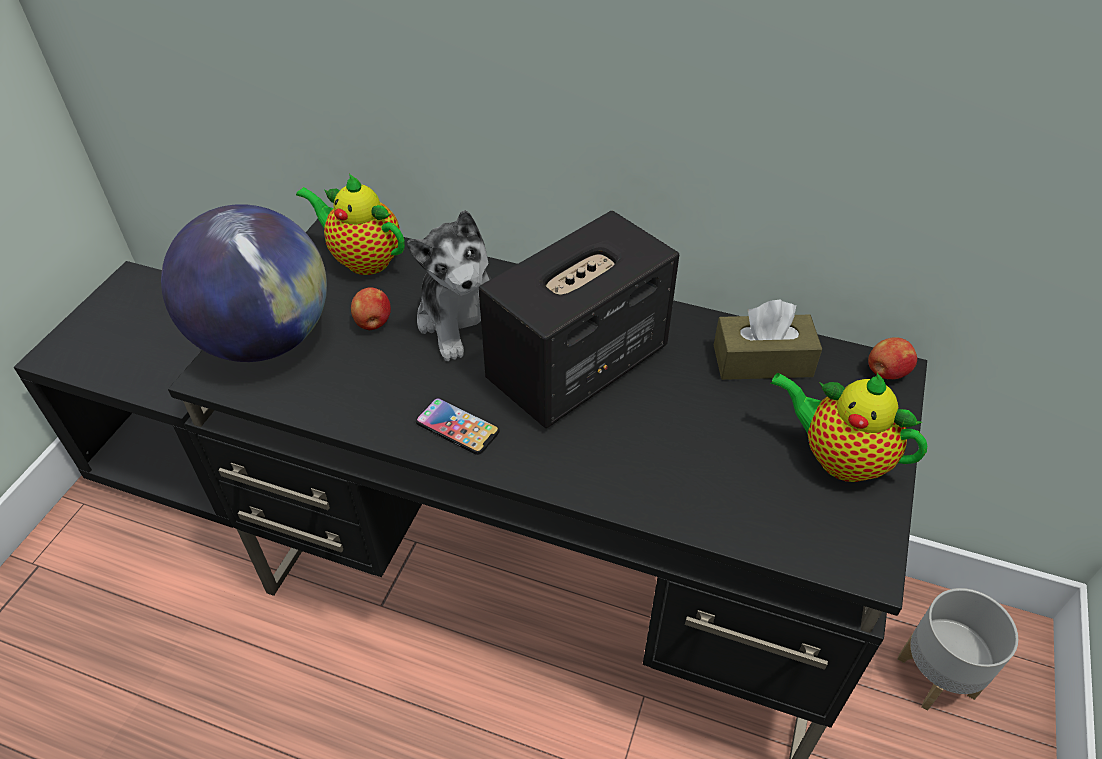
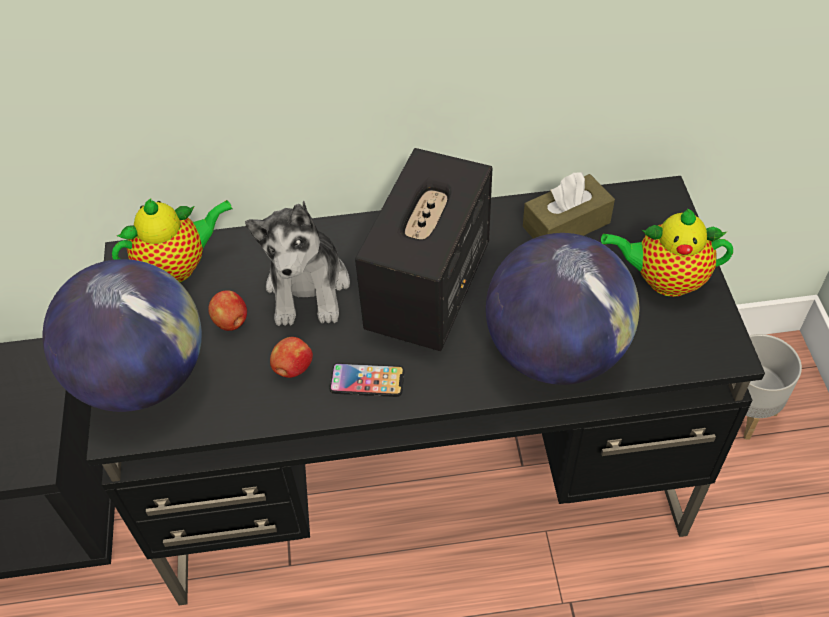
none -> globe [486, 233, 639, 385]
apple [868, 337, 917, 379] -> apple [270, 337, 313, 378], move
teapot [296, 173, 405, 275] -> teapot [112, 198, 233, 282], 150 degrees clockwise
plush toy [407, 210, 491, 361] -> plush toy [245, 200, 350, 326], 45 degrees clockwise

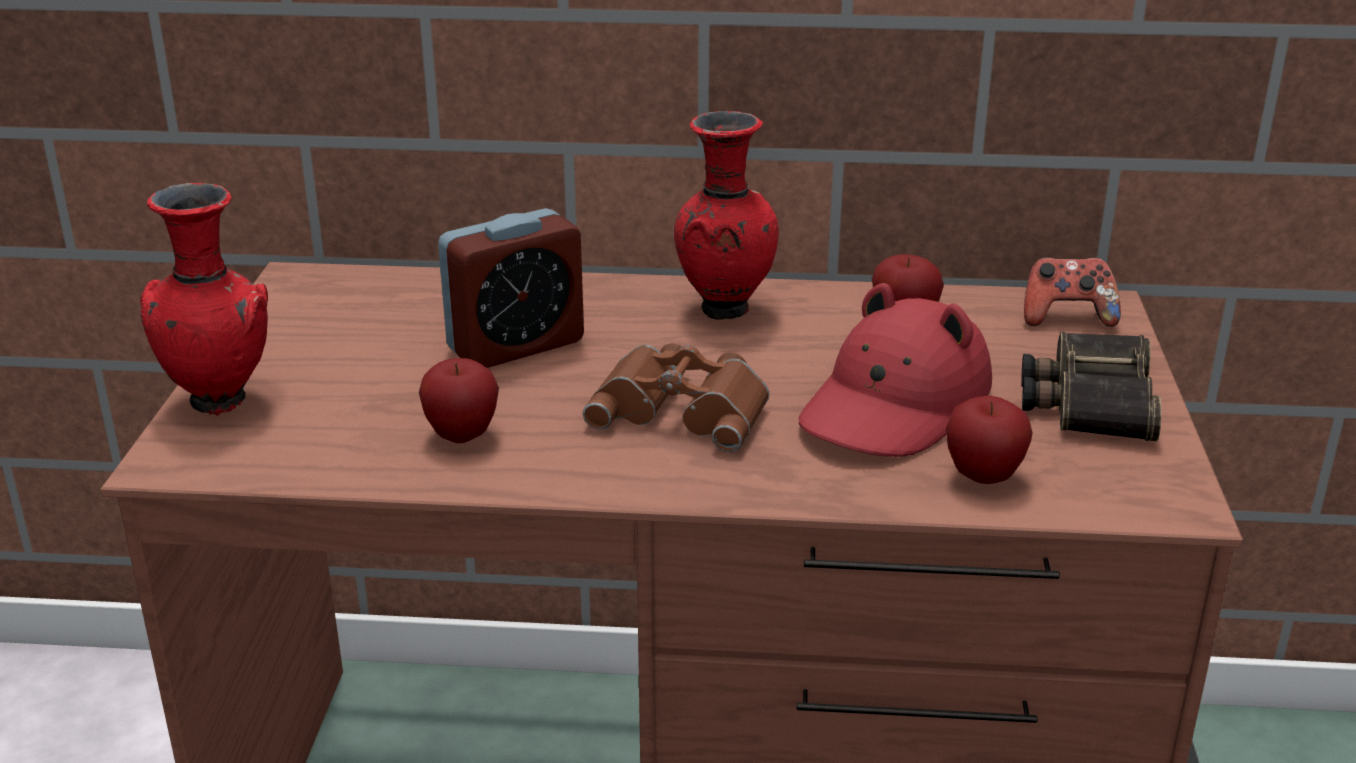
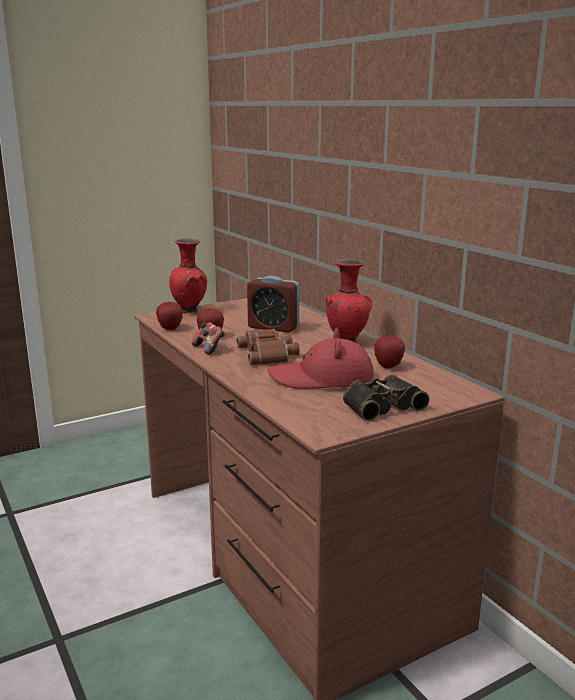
apple [946, 395, 1032, 484] -> apple [156, 302, 183, 330], move
game controller [1024, 257, 1121, 327] -> game controller [192, 322, 225, 355], move

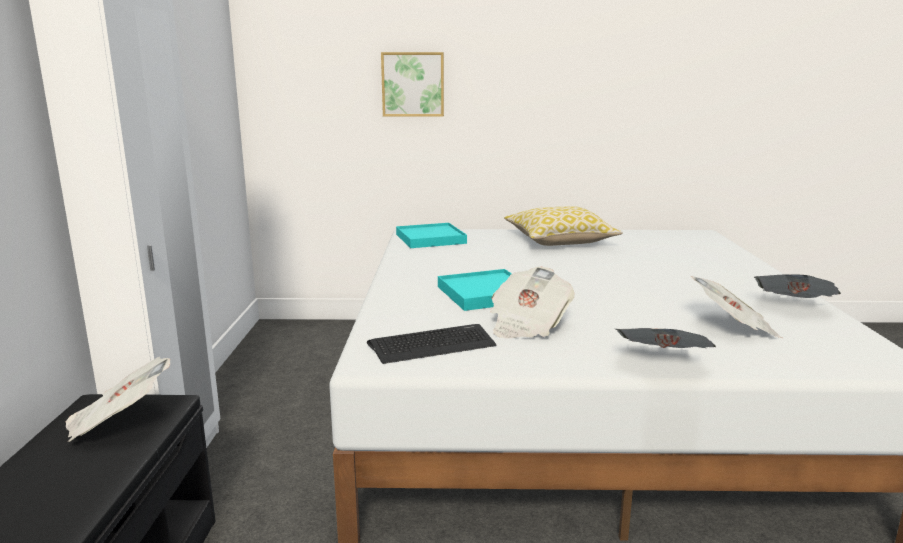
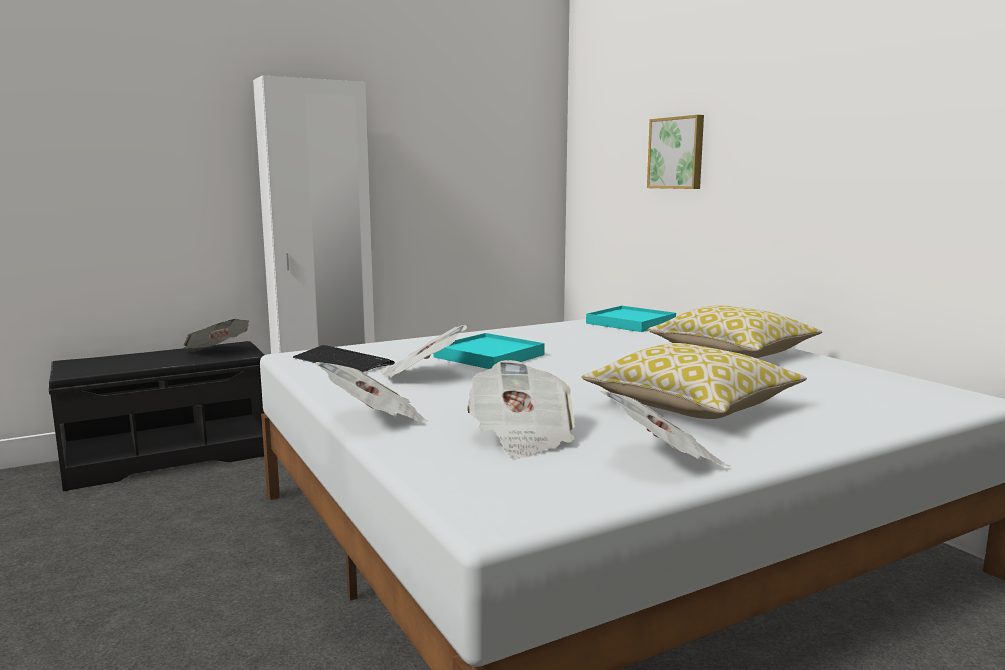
none -> pillow [581, 343, 807, 419]

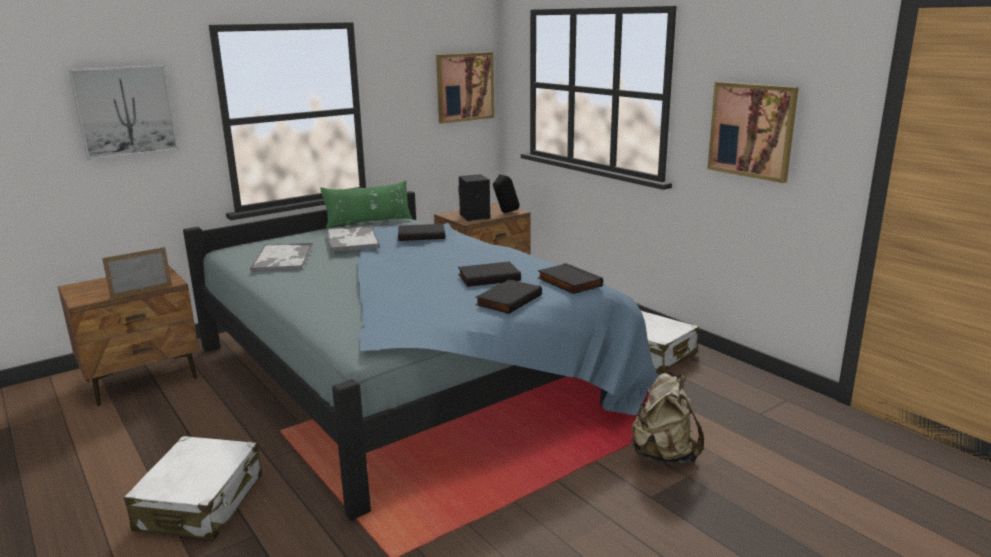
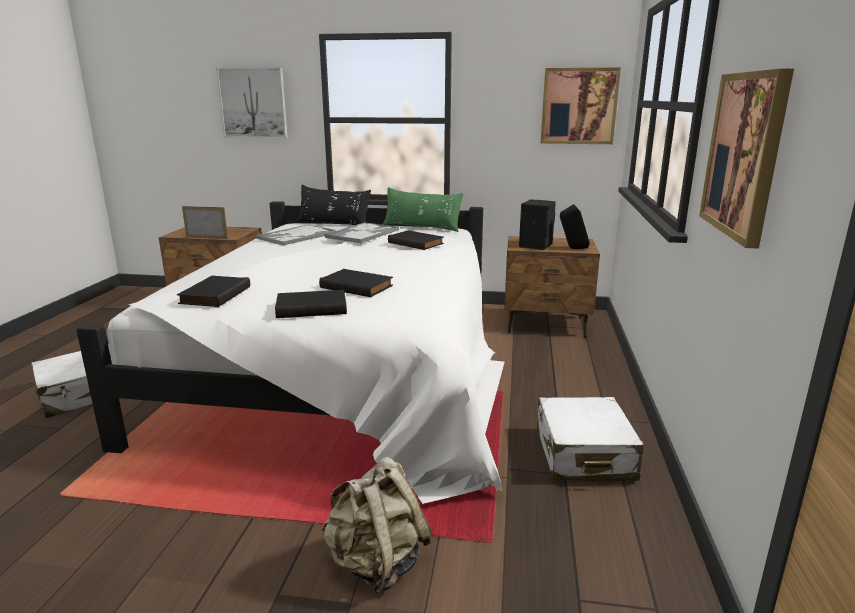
none -> black pillow [297, 185, 371, 225]
black book [538, 263, 603, 294] -> black book [177, 276, 250, 307], move
blue bed [183, 191, 657, 521] -> white bed [76, 201, 504, 504]

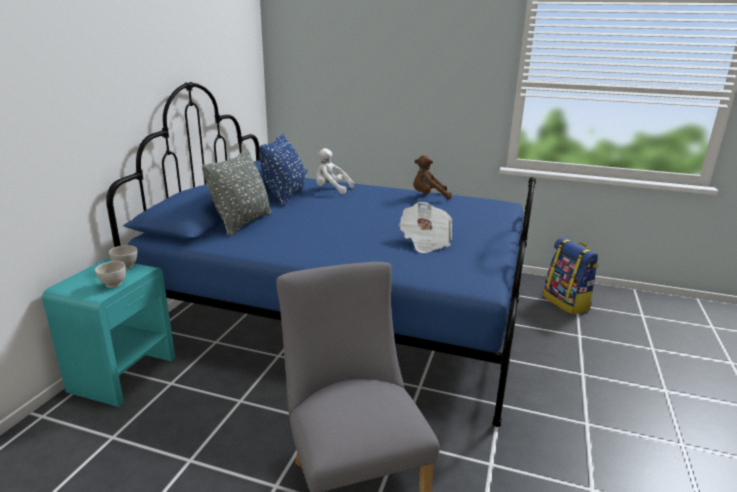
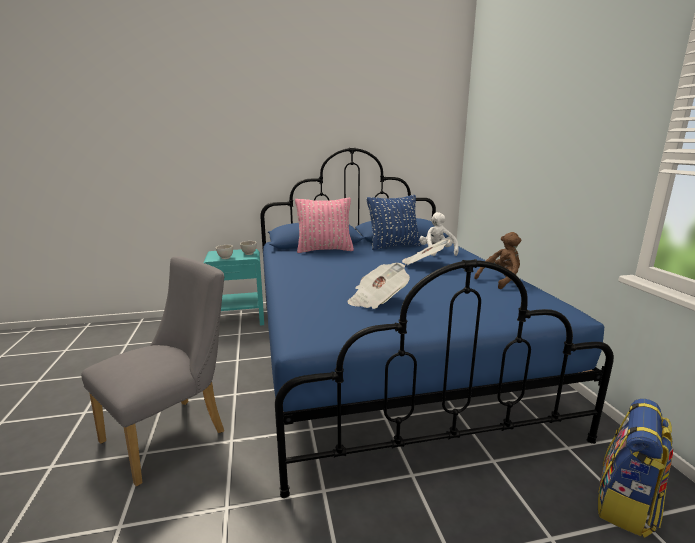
none -> newspaper [402, 239, 450, 265]
grey pillow [202, 150, 272, 236] -> pink pillow [295, 198, 354, 253]
brown plush toy [413, 155, 452, 200] -> brown plush toy [474, 232, 522, 289], 90 degrees clockwise

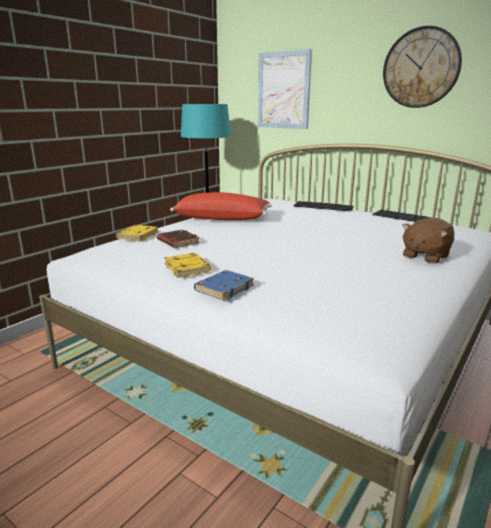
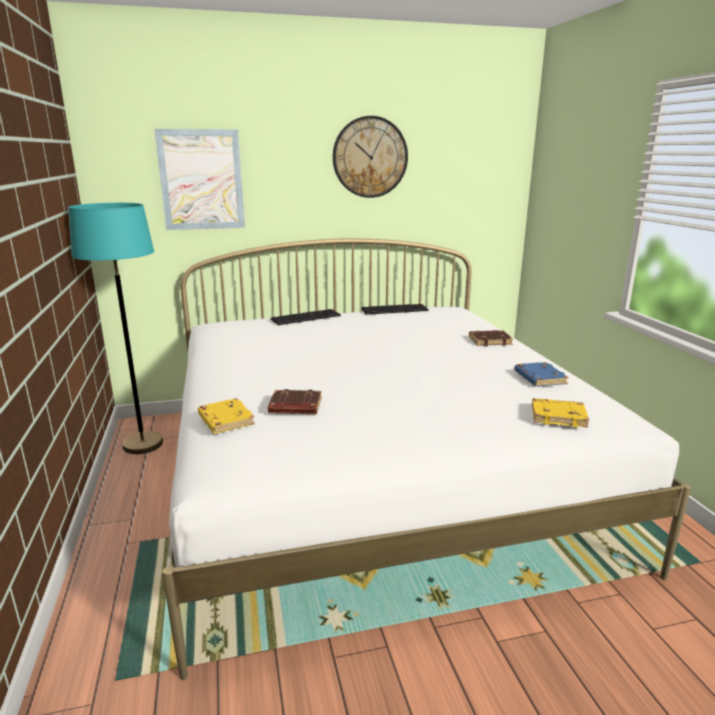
red pillow [170, 192, 272, 220] -> none
yellow book [164, 253, 212, 278] -> yellow book [532, 398, 589, 428], move
blue book [194, 270, 254, 301] -> blue book [514, 362, 569, 387], move
brown plush toy [402, 218, 454, 264] -> brown book [469, 330, 513, 346]

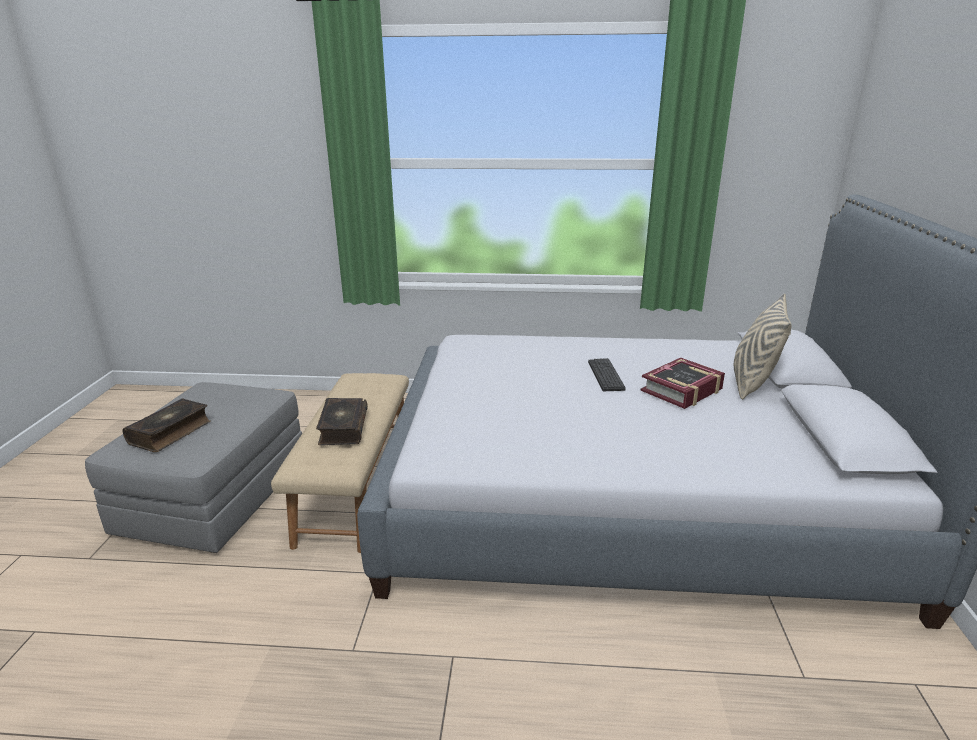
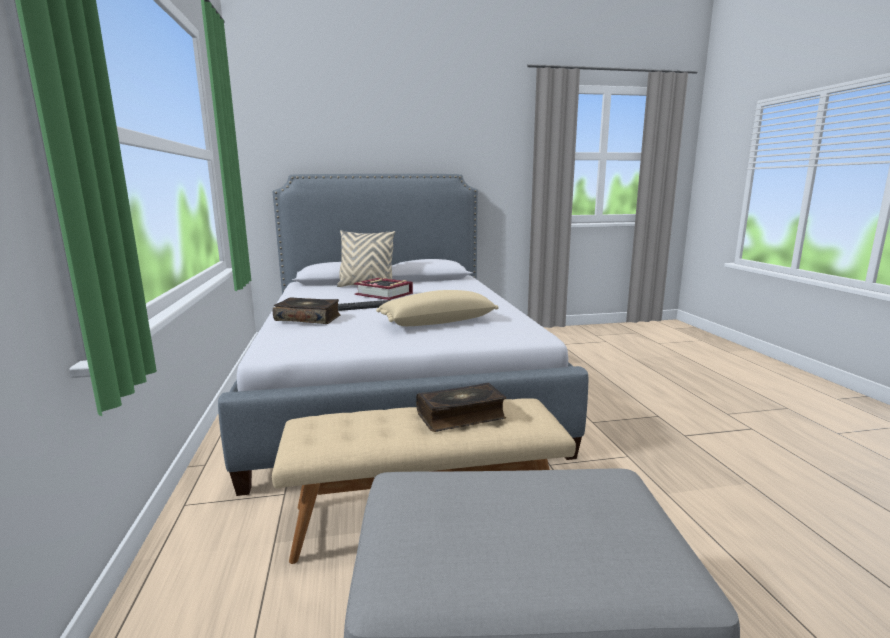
none -> beige pillow [376, 290, 499, 326]
book [123, 399, 211, 452] -> book [273, 297, 340, 324], move

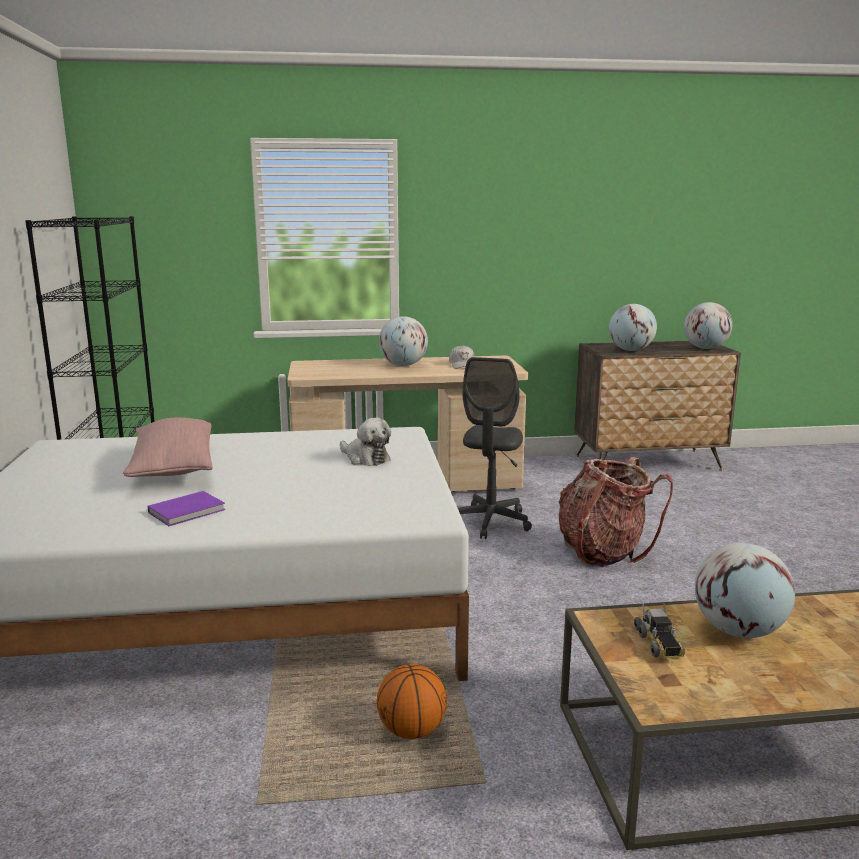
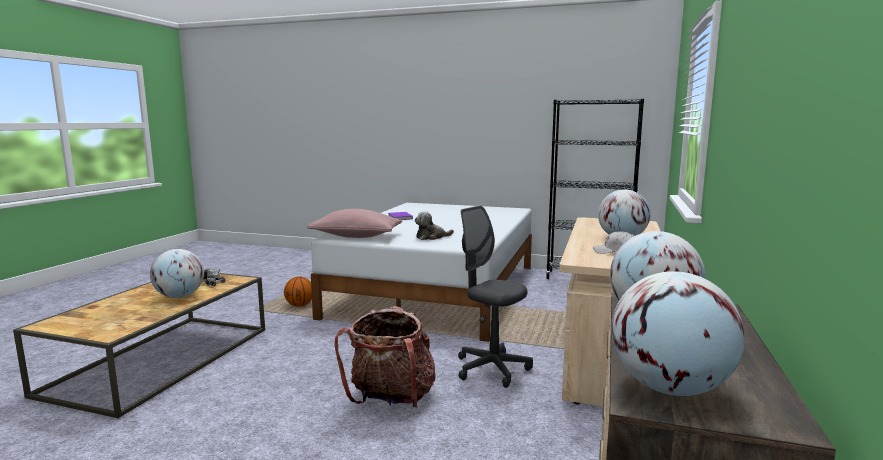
pink pillow [123, 417, 213, 477] -> pink pillow [307, 209, 402, 238], move

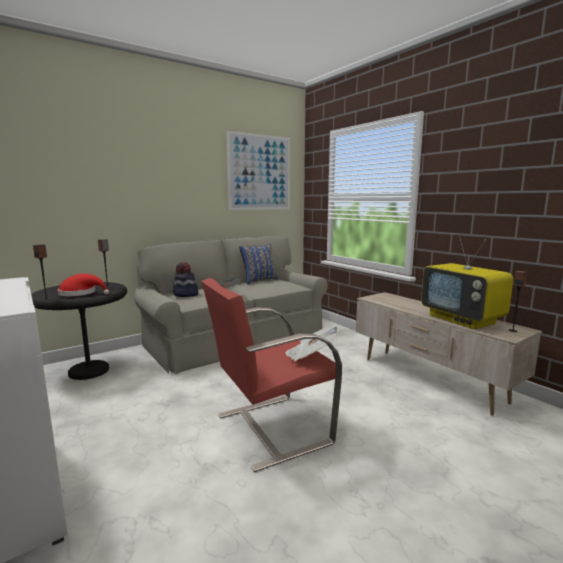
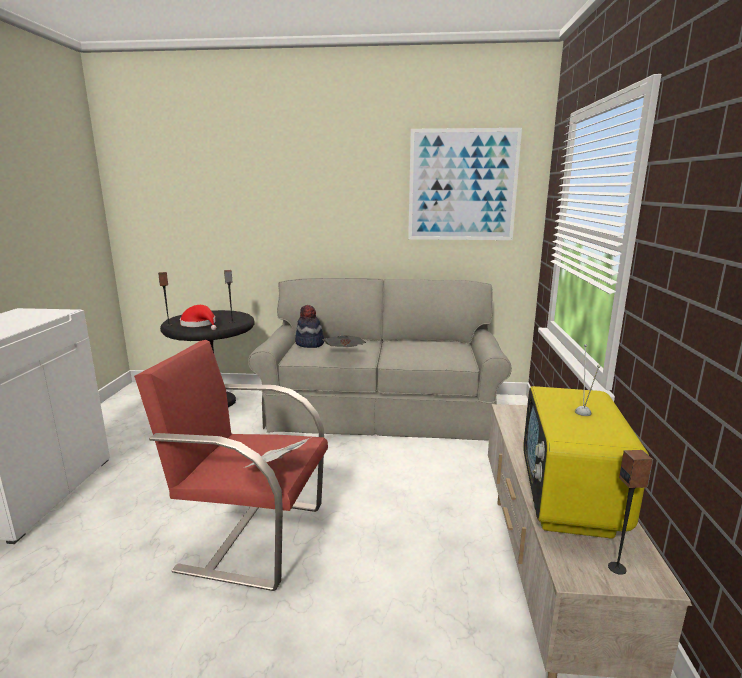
blue pillow [239, 244, 278, 284] -> none

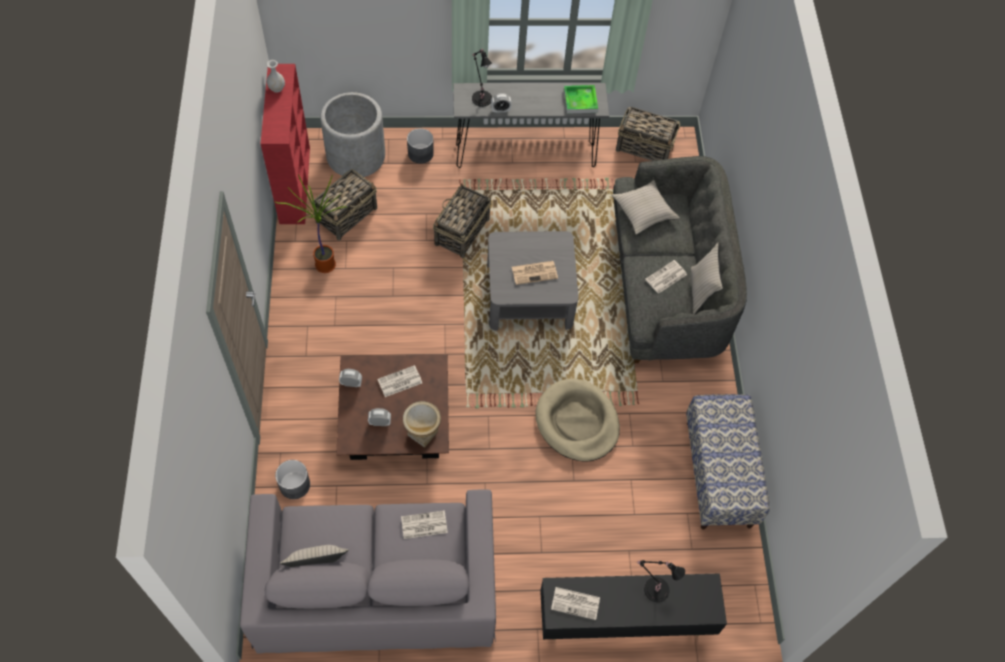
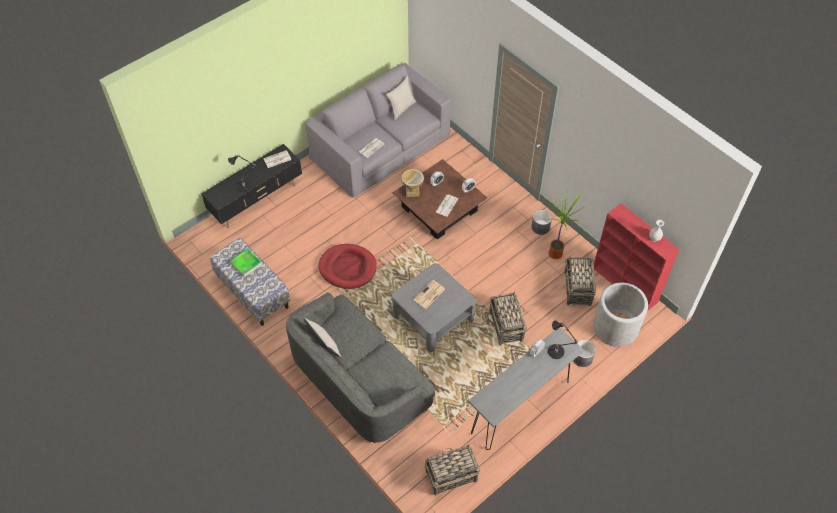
beige pillow [611, 180, 680, 235] -> none
newspaper [645, 260, 687, 294] -> none
grey planter [275, 460, 310, 499] -> grey planter [531, 210, 552, 235], move
tray [564, 85, 598, 114] -> tray [230, 248, 262, 277], move
beige dog bed [535, 378, 620, 462] -> red dog bed [318, 244, 377, 289]

